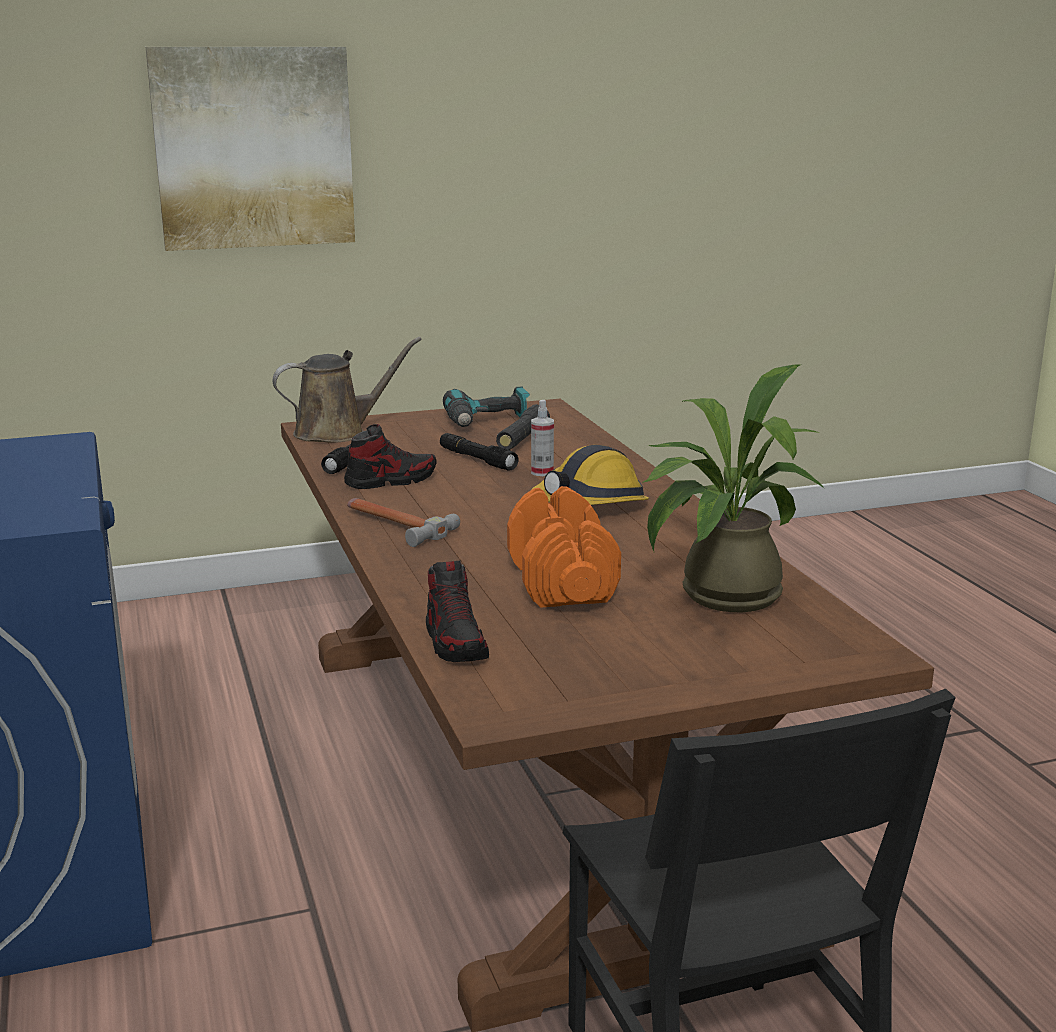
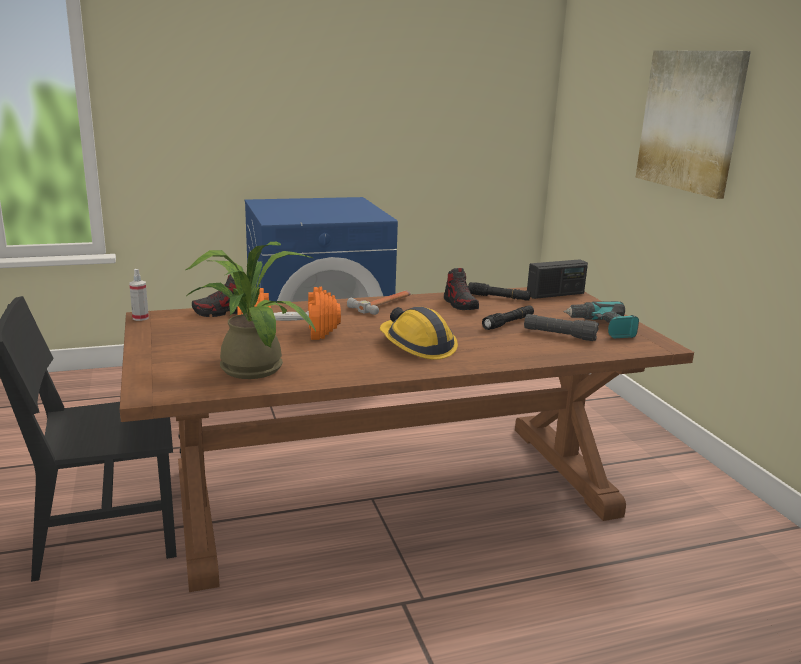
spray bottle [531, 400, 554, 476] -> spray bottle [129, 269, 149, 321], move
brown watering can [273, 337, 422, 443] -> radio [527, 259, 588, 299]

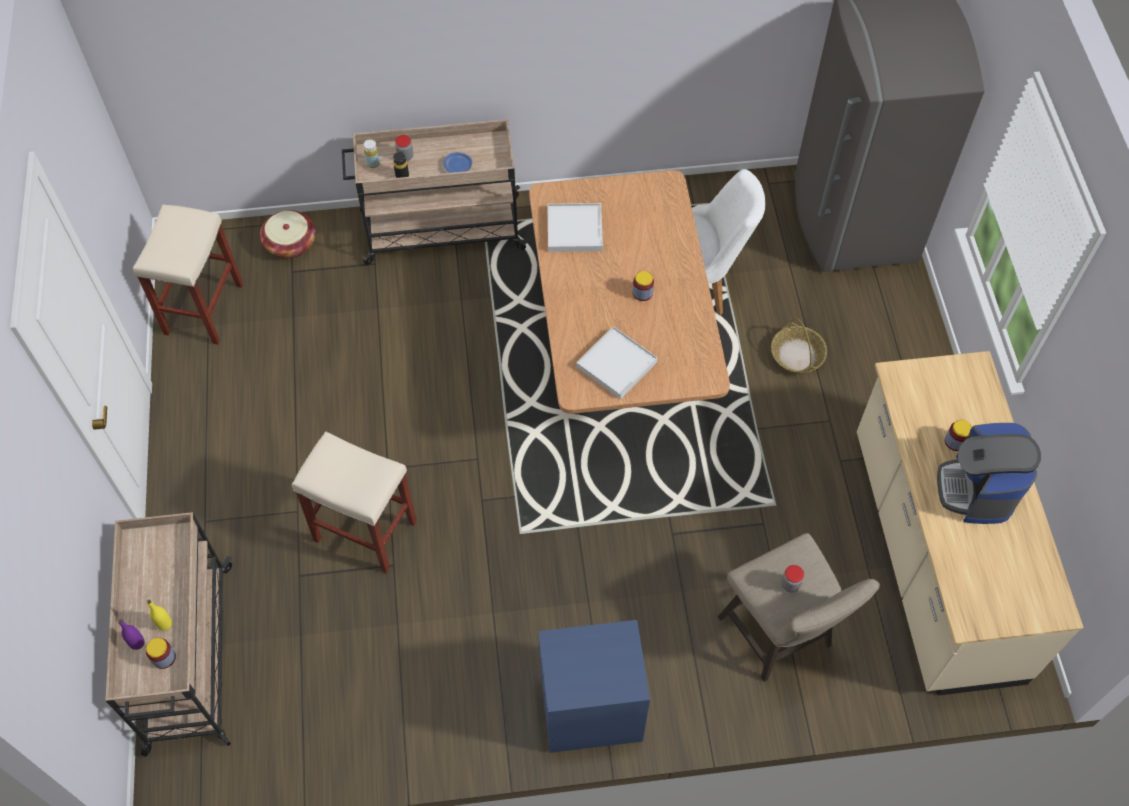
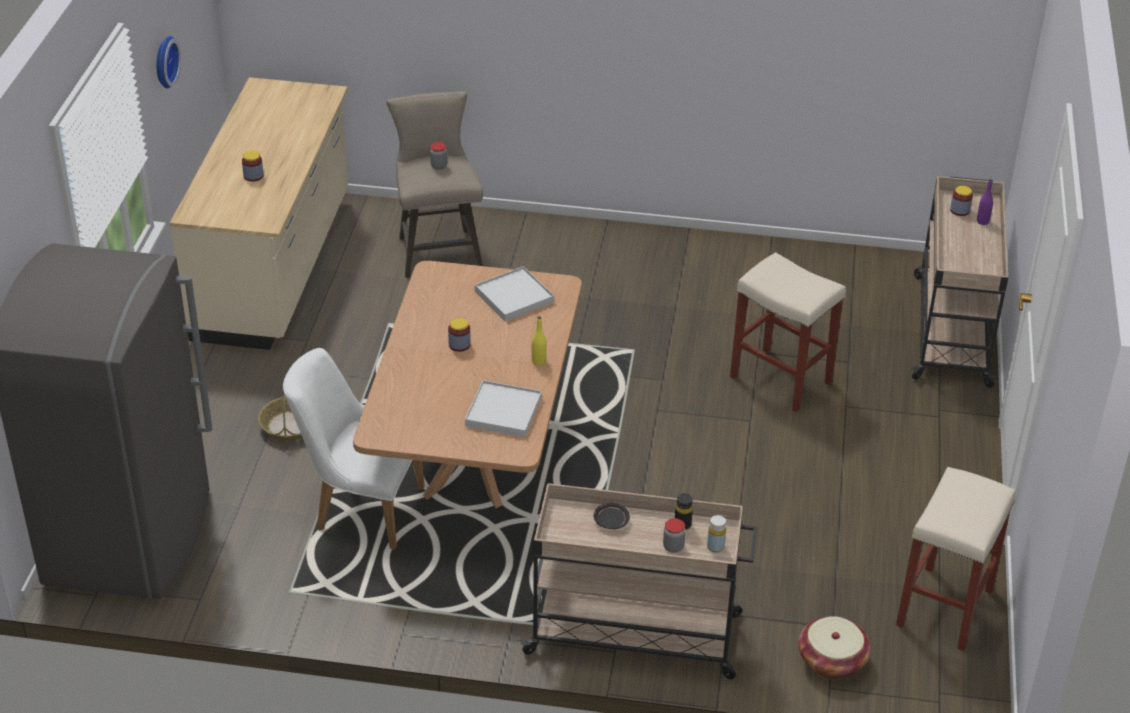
blue nightstand [538, 620, 650, 753] -> none
coffee machine [937, 423, 1041, 524] -> none
none -> wall clock [156, 36, 181, 89]
yellow bottle [147, 600, 172, 631] -> yellow bottle [532, 316, 547, 366], move
blue plate [443, 152, 472, 173] -> black plate [593, 503, 630, 529]

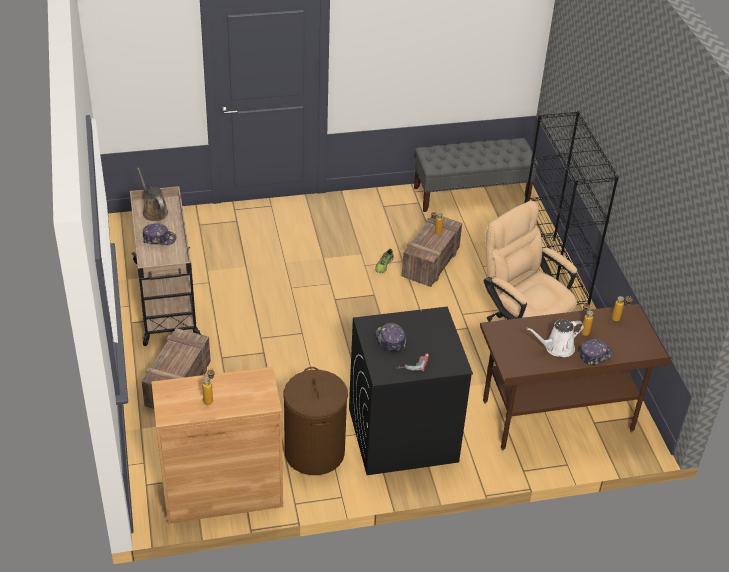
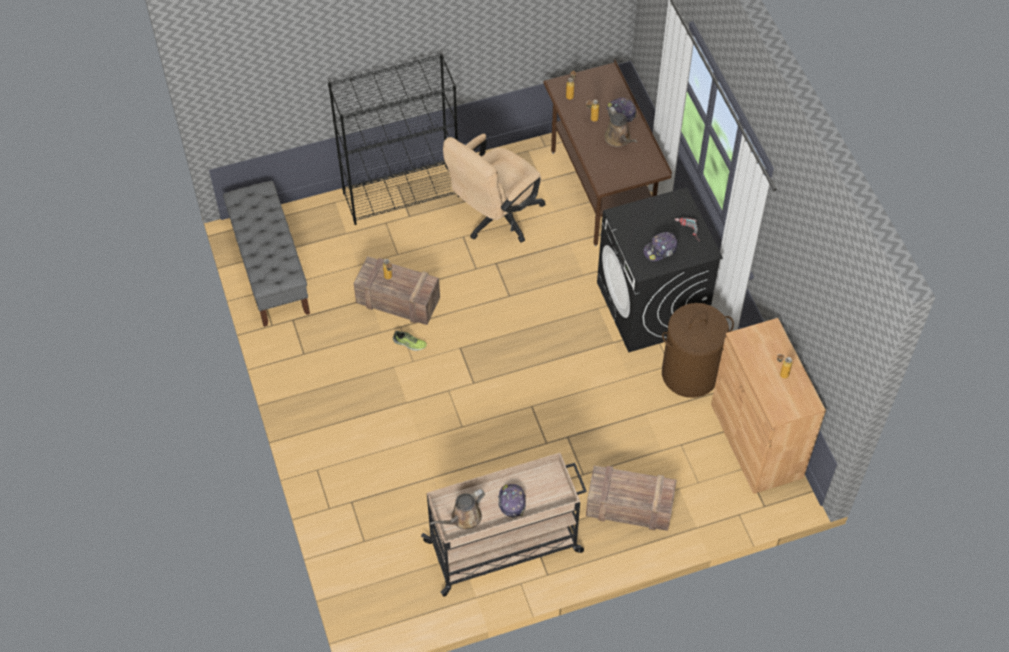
white watering can [526, 320, 585, 357] -> brown watering can [604, 107, 637, 147]

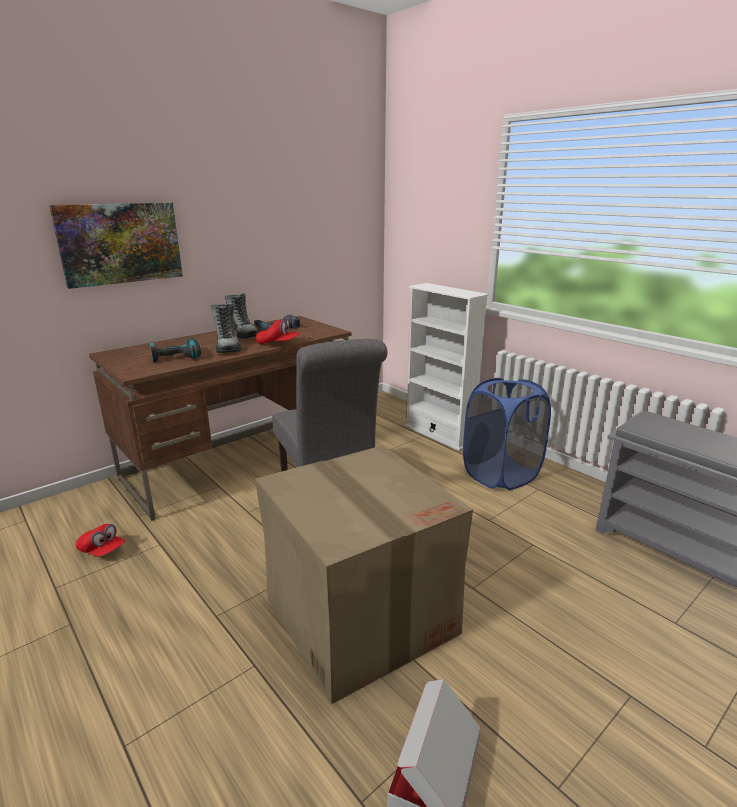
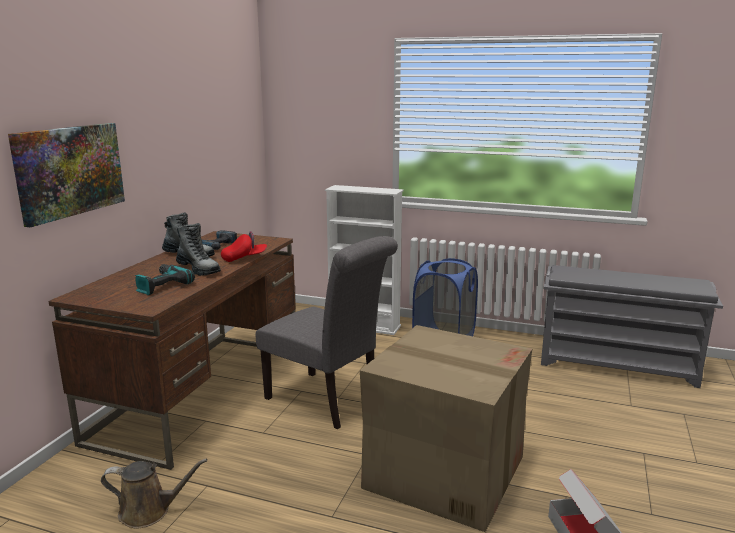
red cap [76, 524, 125, 557] -> brown watering can [101, 459, 208, 529]

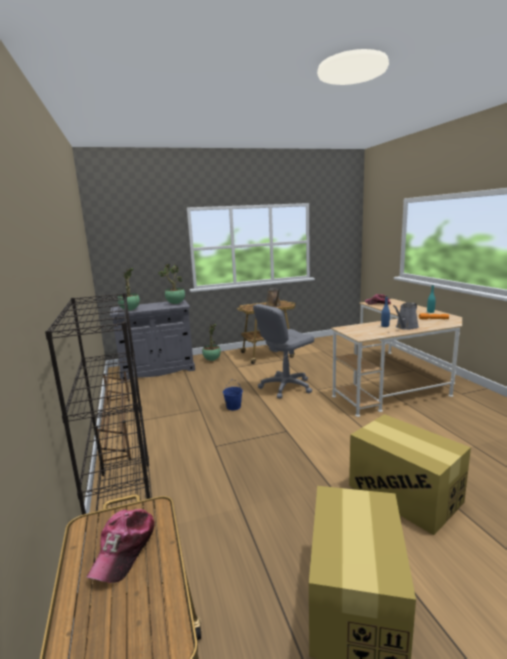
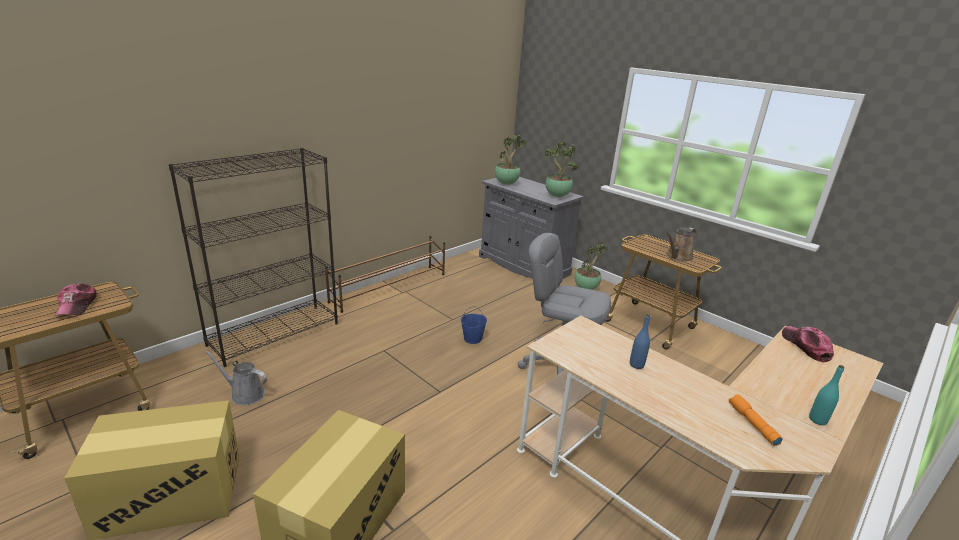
grey watering can [393, 303, 419, 330] -> grey watering can [205, 350, 267, 405], move
cap [87, 509, 155, 583] -> cap [54, 284, 97, 317], 90 degrees counterclockwise

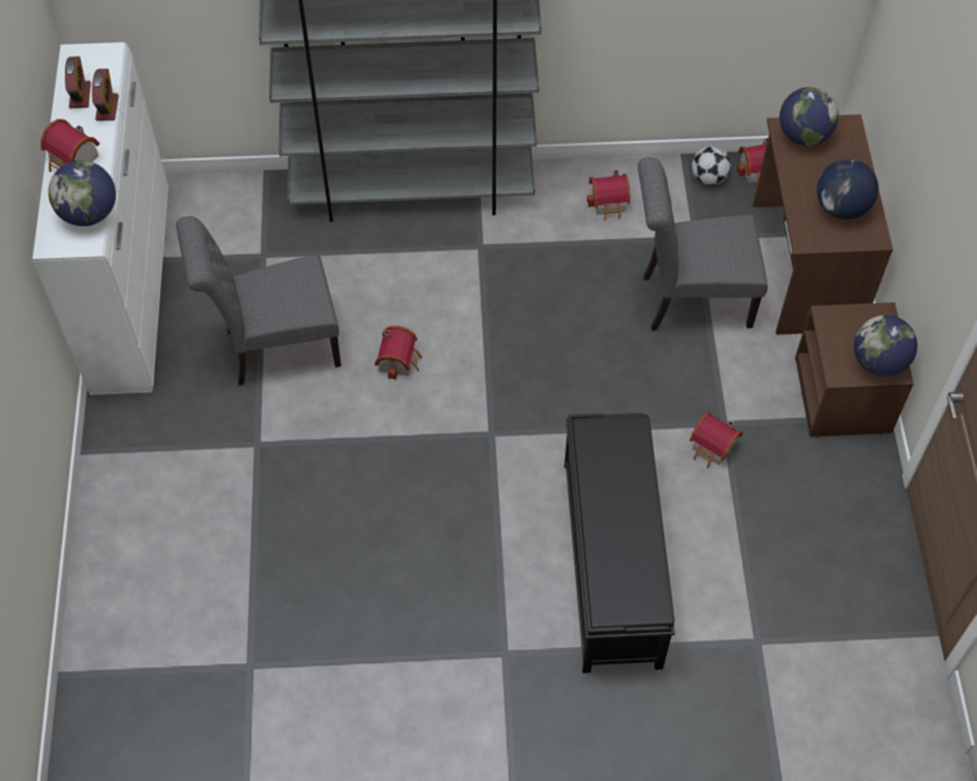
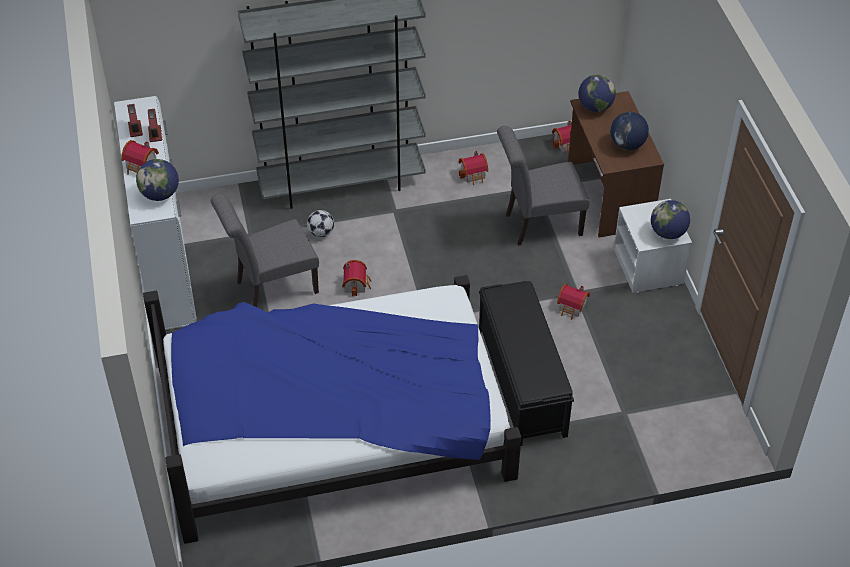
none -> bed [143, 275, 521, 544]
football [692, 146, 731, 185] -> football [307, 210, 334, 237], move
brown nightstand [795, 302, 914, 438] -> white nightstand [614, 199, 692, 293]

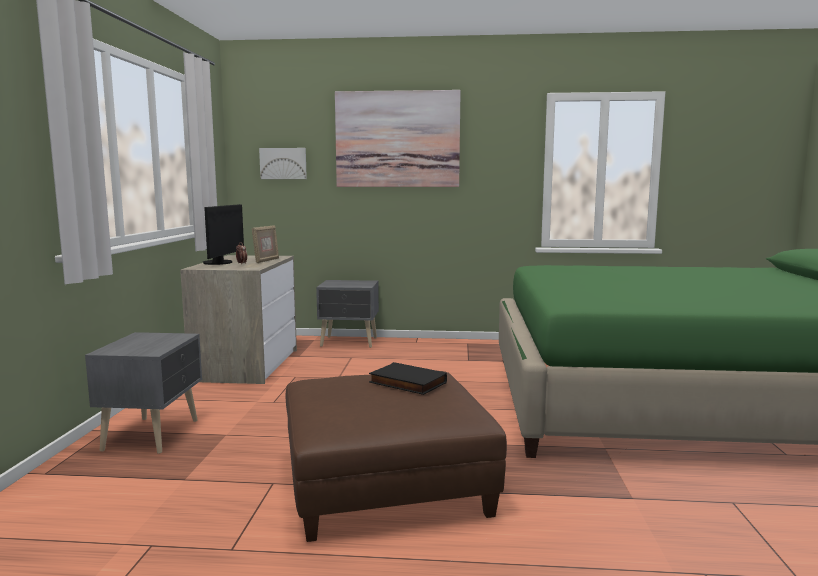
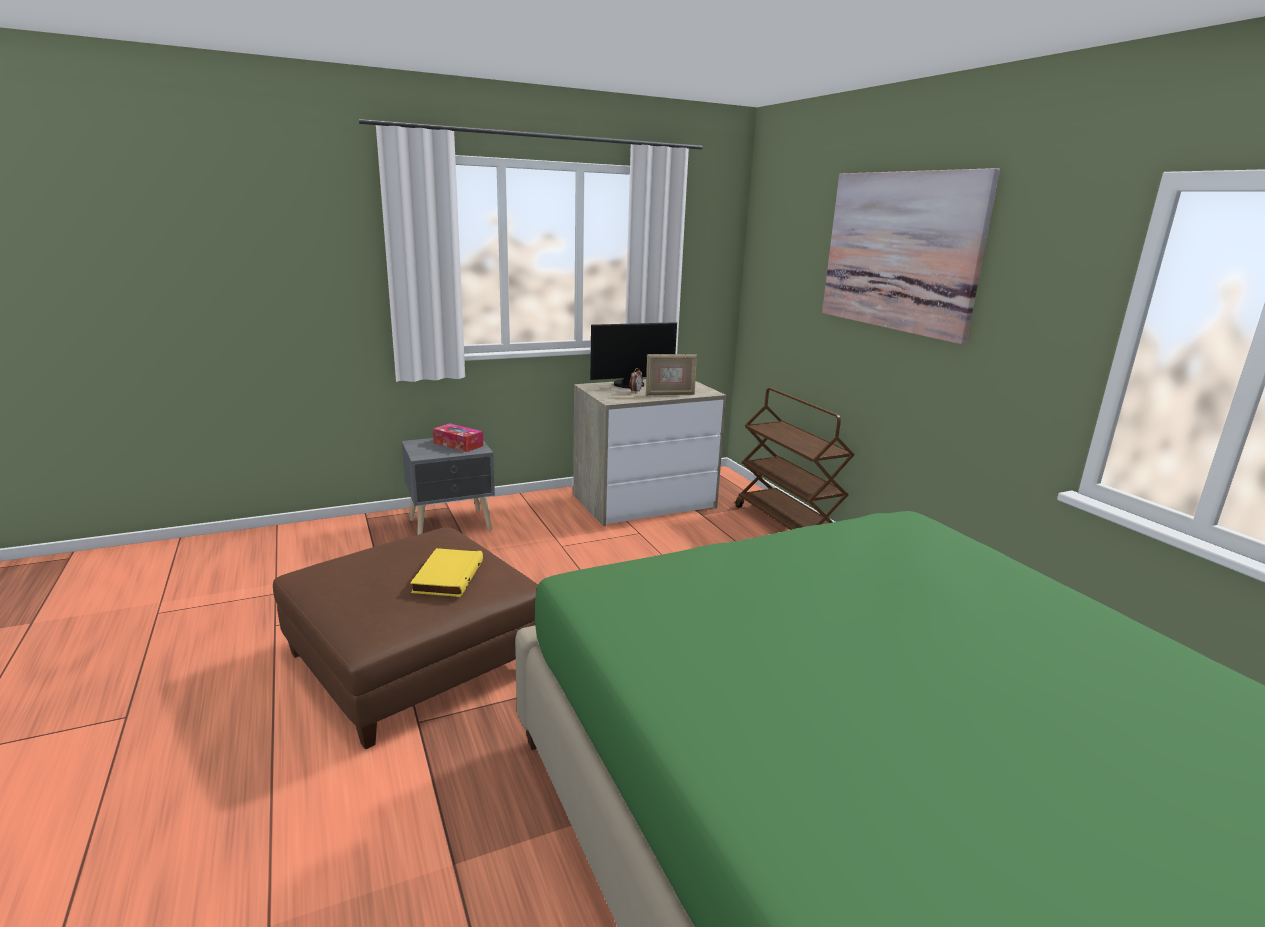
picture [259, 148, 307, 179] -> none
none -> tissue box [433, 423, 483, 452]
grey nightstand [316, 280, 379, 348] -> brown cart [735, 388, 855, 530]
black book [369, 362, 447, 395] -> yellow book [410, 548, 483, 597]

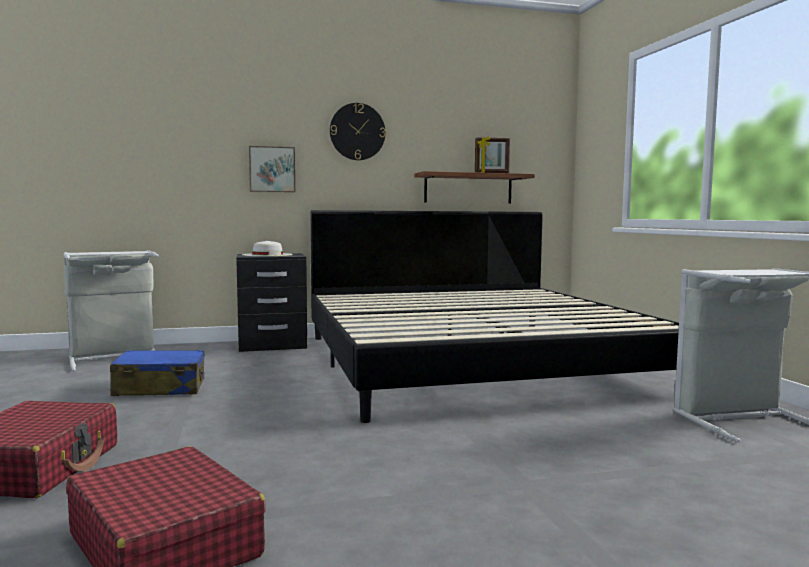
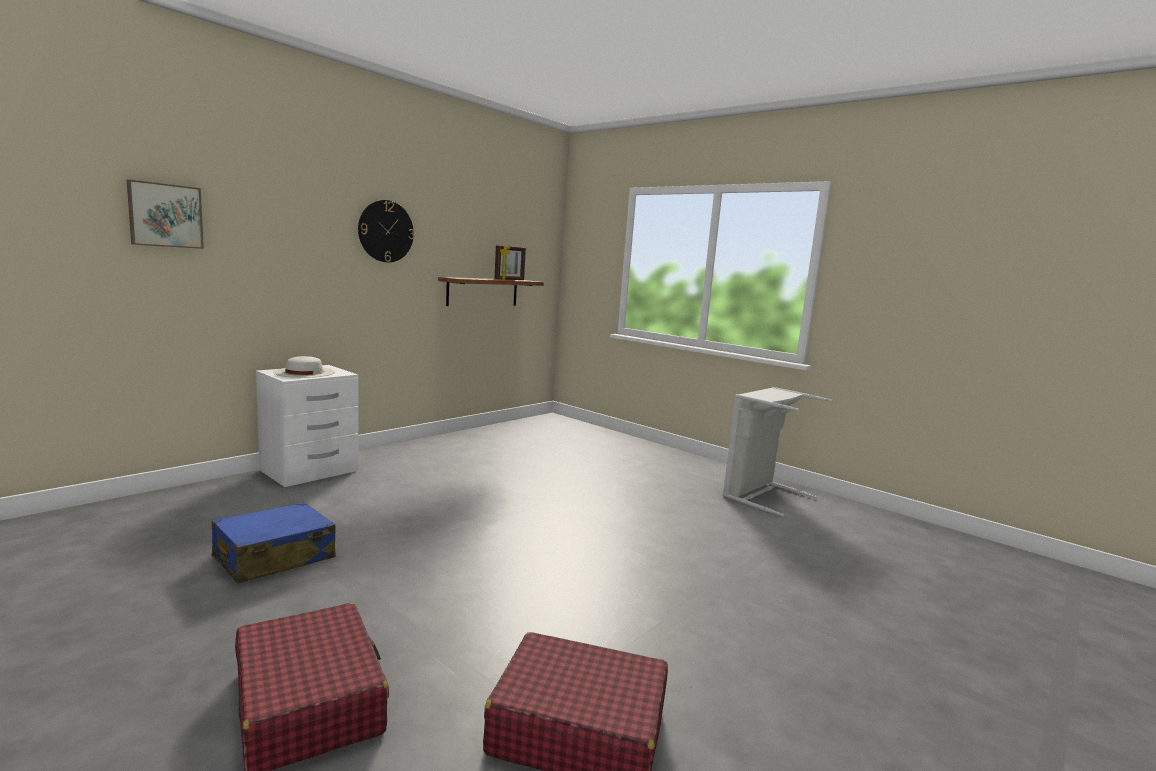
grey laundry basket [63, 250, 159, 371] -> none
bed [310, 210, 679, 423] -> none
picture [249, 146, 295, 192] -> picture [127, 179, 204, 249], move
black nightstand [236, 253, 307, 352] -> white nightstand [256, 365, 358, 487]

